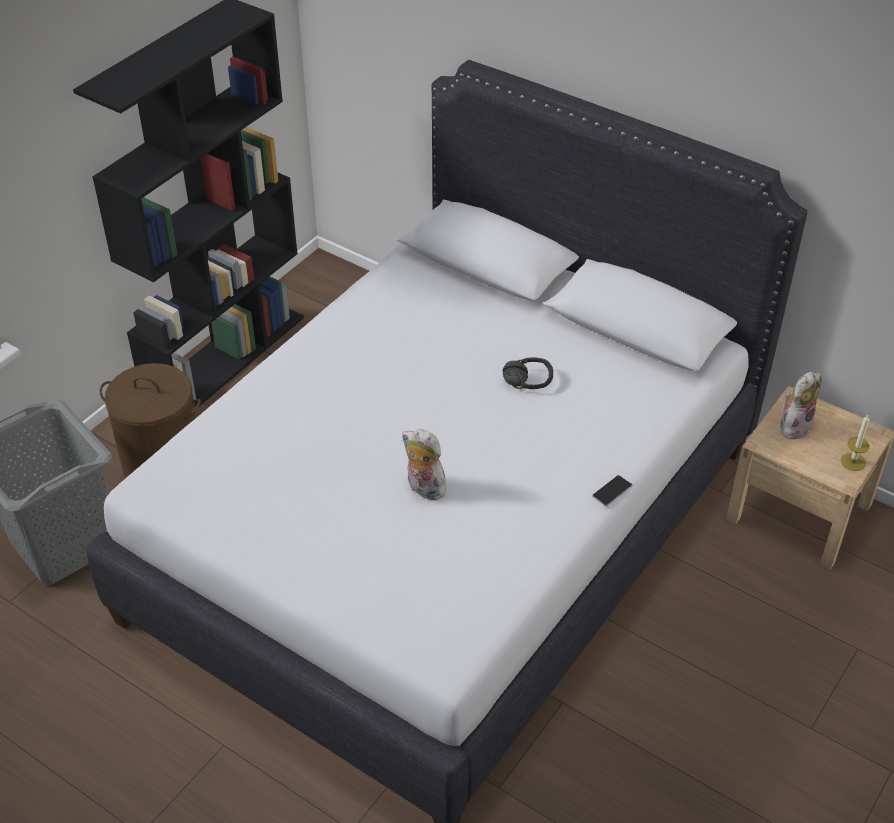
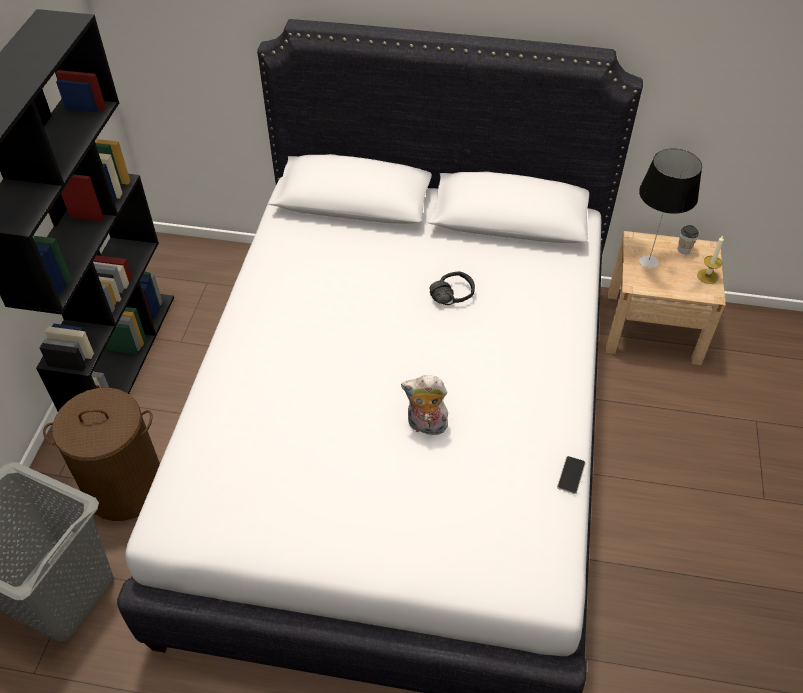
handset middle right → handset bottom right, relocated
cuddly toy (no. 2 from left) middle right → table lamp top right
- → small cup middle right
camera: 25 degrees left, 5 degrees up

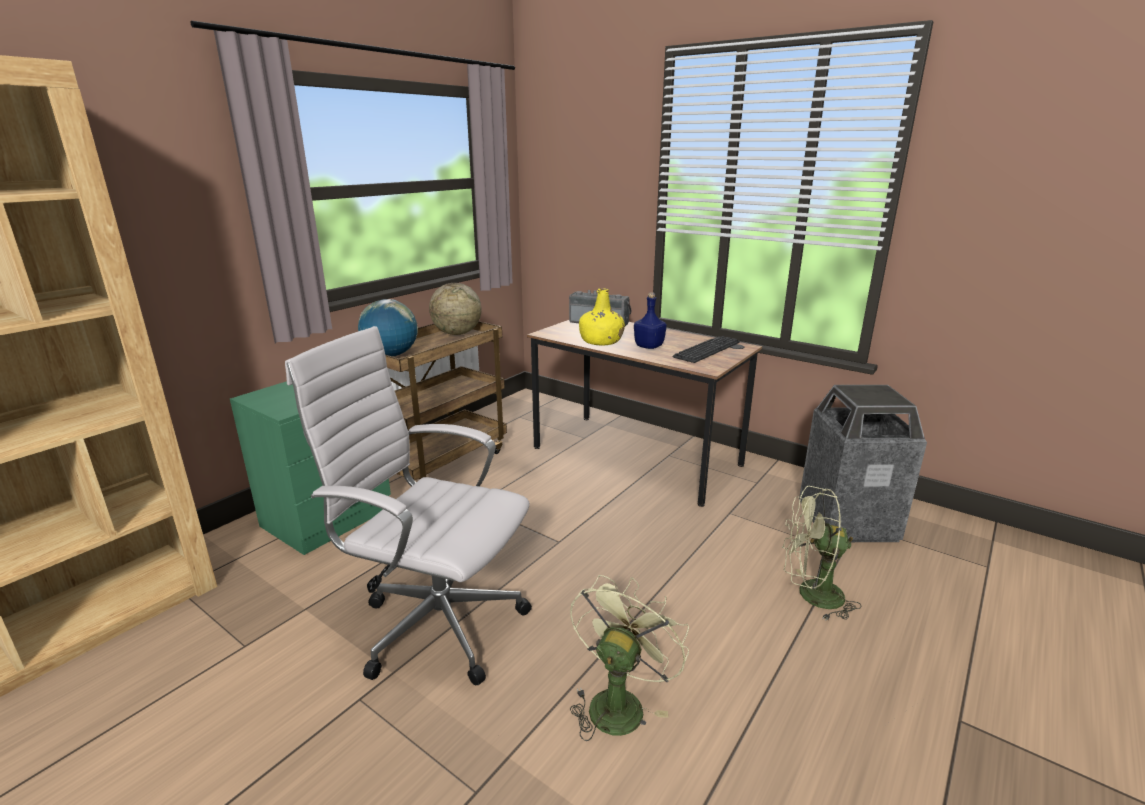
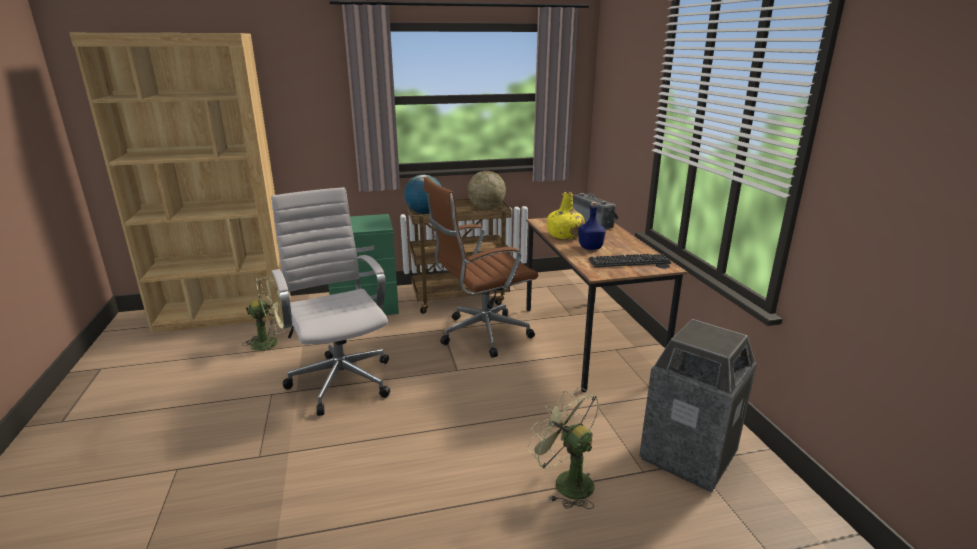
green cooling fan (no. 1 from left) bottom centre → green cooling fan (no. 1 from left) middle left, relocated
- → brownish computer chair centre
camera: 40 degrees right, 0 degrees up

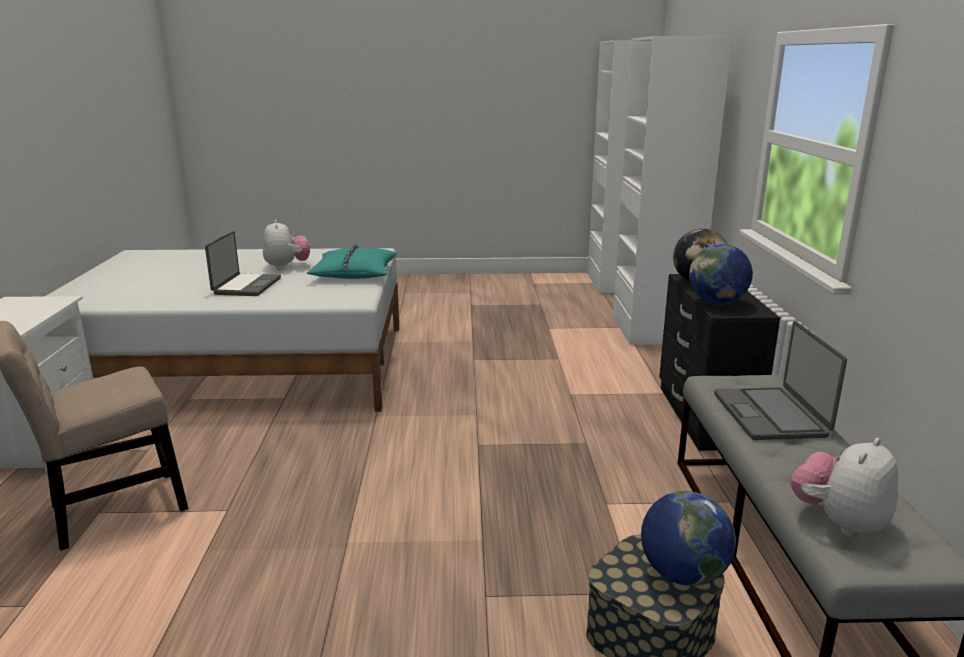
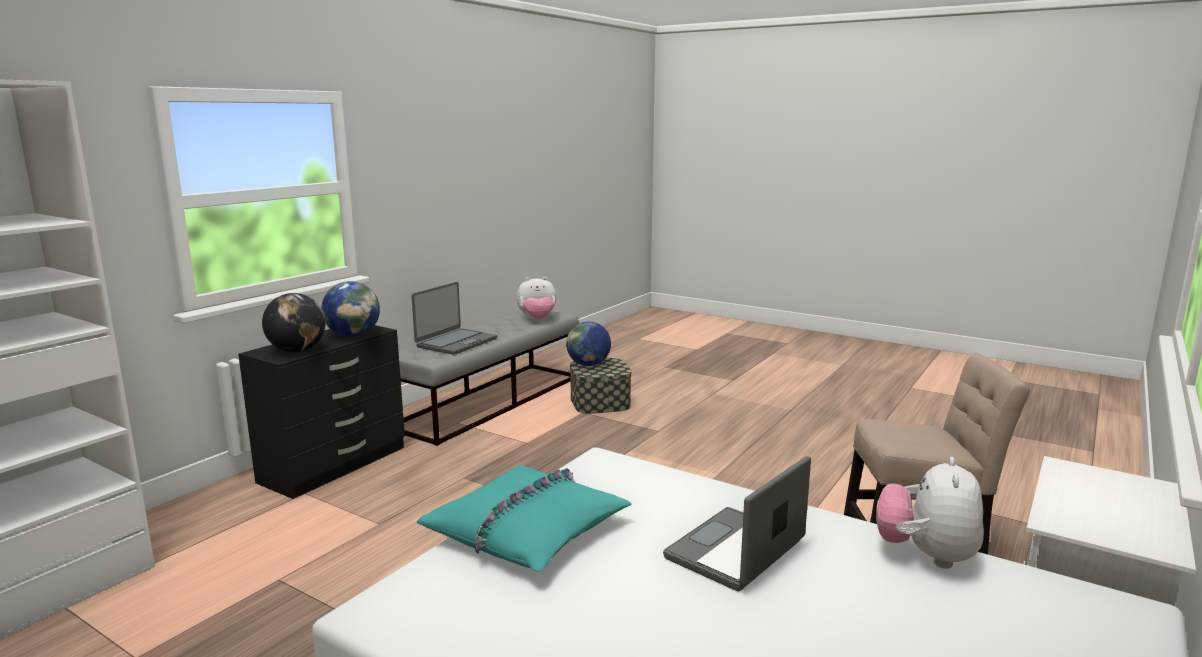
cuddly toy (no. 1 from left in the first image) middle left → cuddly toy (no. 2 from left) bottom right, relocated
camera: 145 degrees left, 5 degrees down

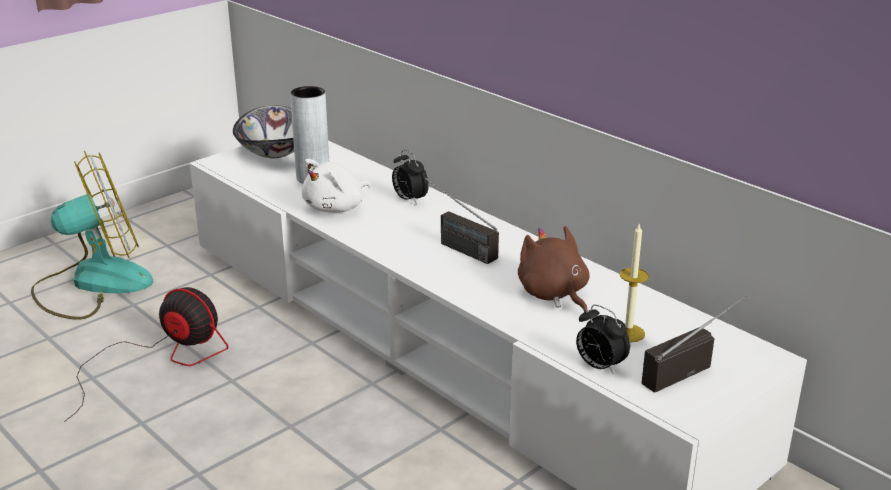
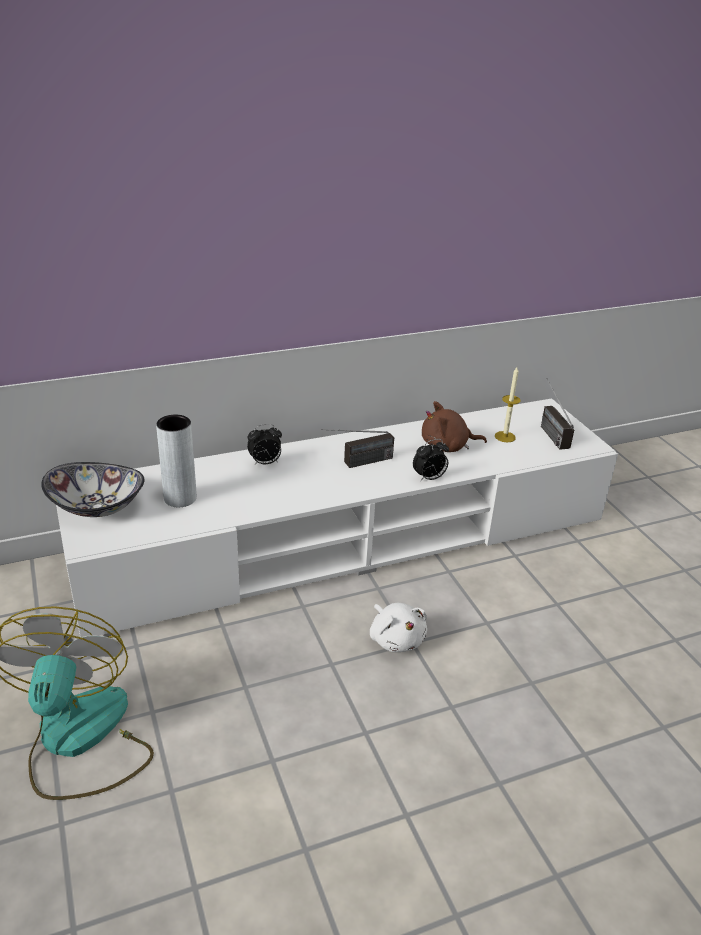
cooling fan (no. 2 from left) bottom left → -
whitish cuddly toy centre → whitish cuddly toy bottom centre, relocated
alarm clock (no. 2 from left) bottom right → alarm clock (no. 2 from left) centre, relocated
camera: 70 degrees left, 5 degrees up

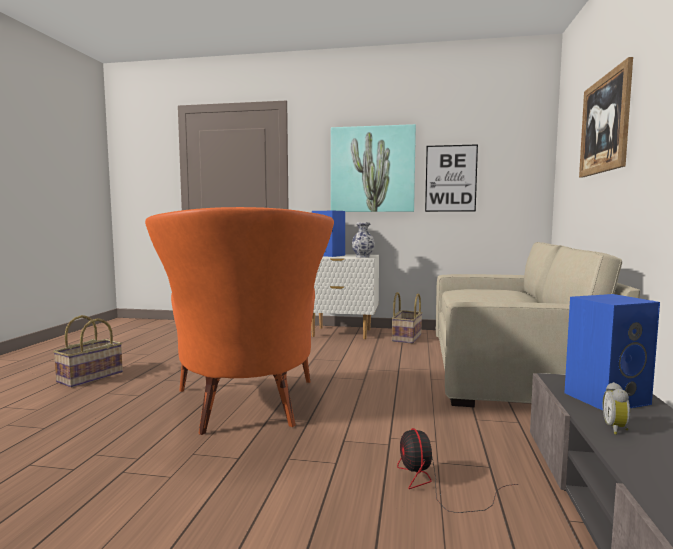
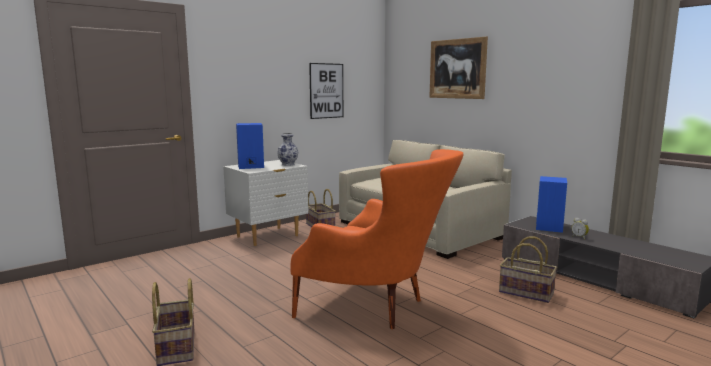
wall art (no. 1 from left) top centre → -
cooling fan bottom right → household basket (no. 3 from left) bottom right
camera: 50 degrees left, 5 degrees up

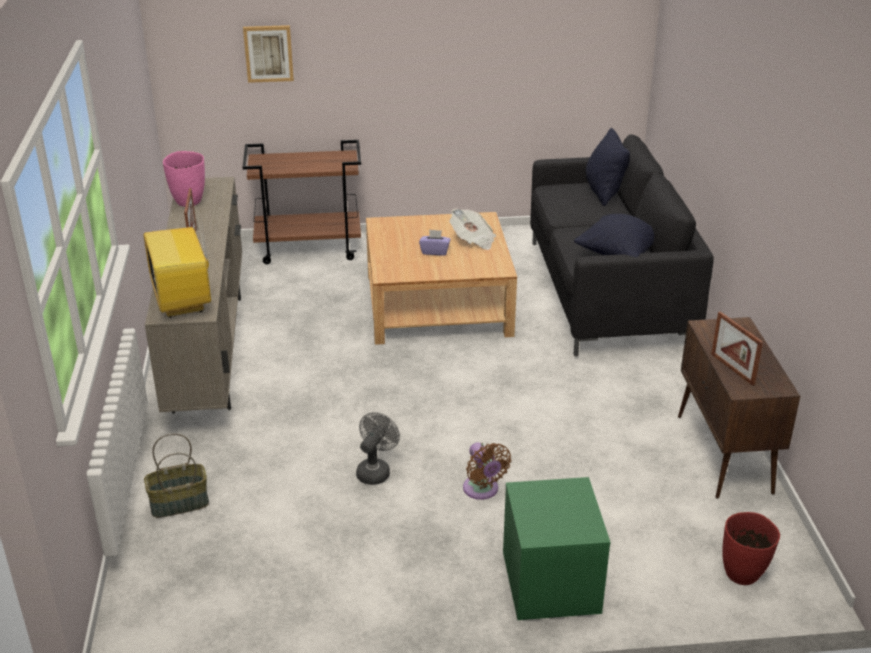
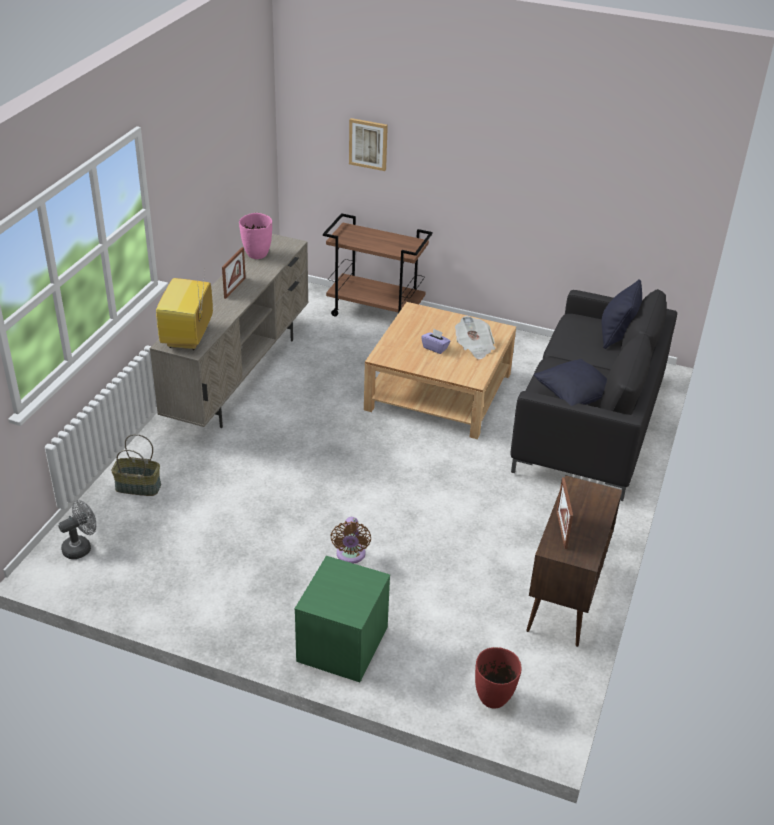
greyish cooling fan bottom centre → greyish cooling fan middle left, relocated
camera: 25 degrees right, 5 degrees up

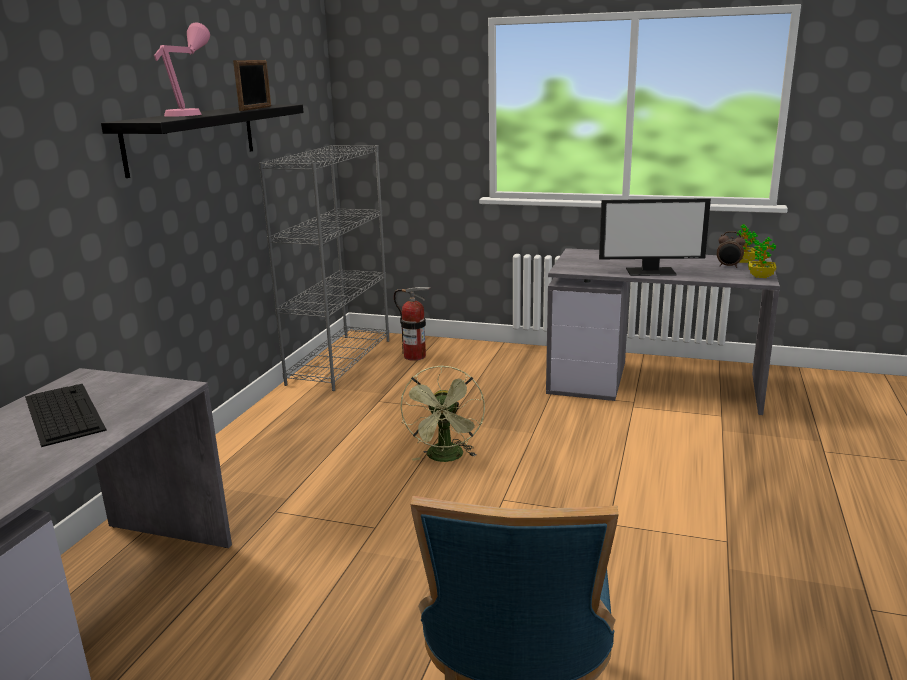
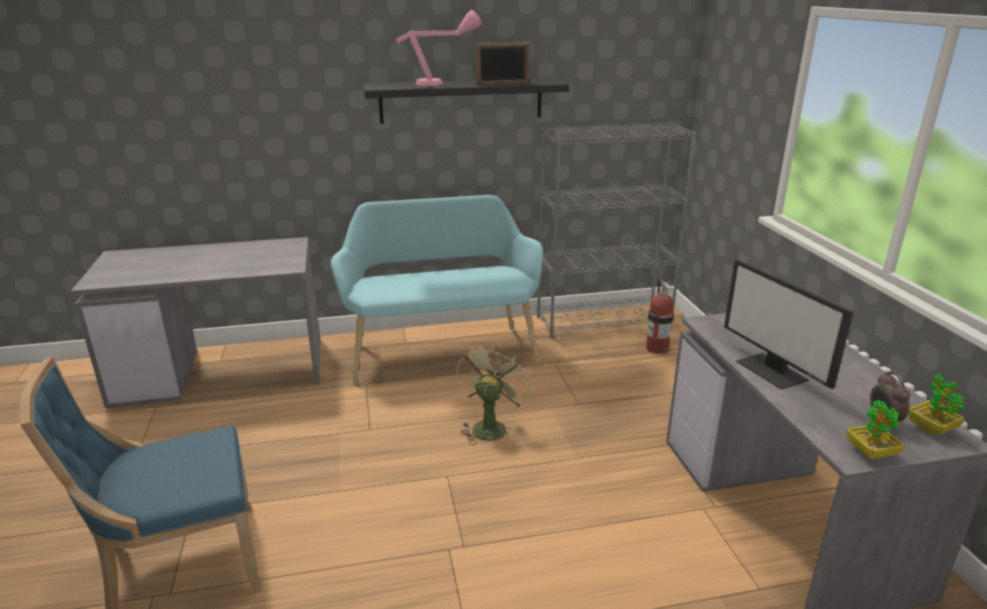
PC keyboard middle left → -
green cooling fan centre, 135 degrees clockwise
- → turquoise long seat centre
camera: 60 degrees right, 5 degrees up

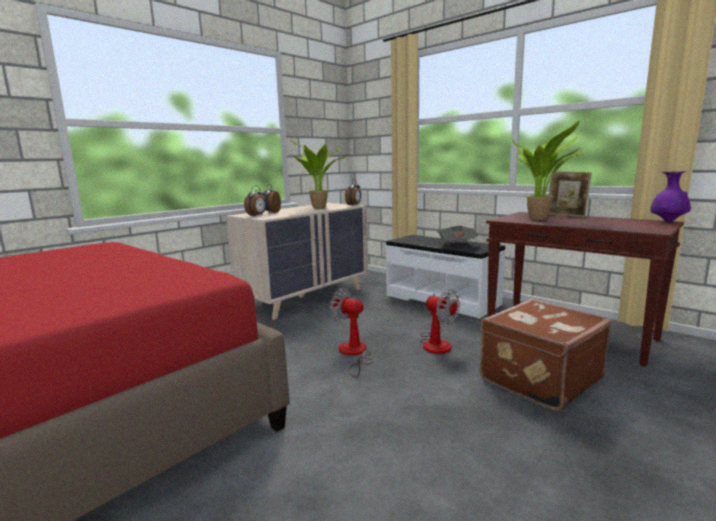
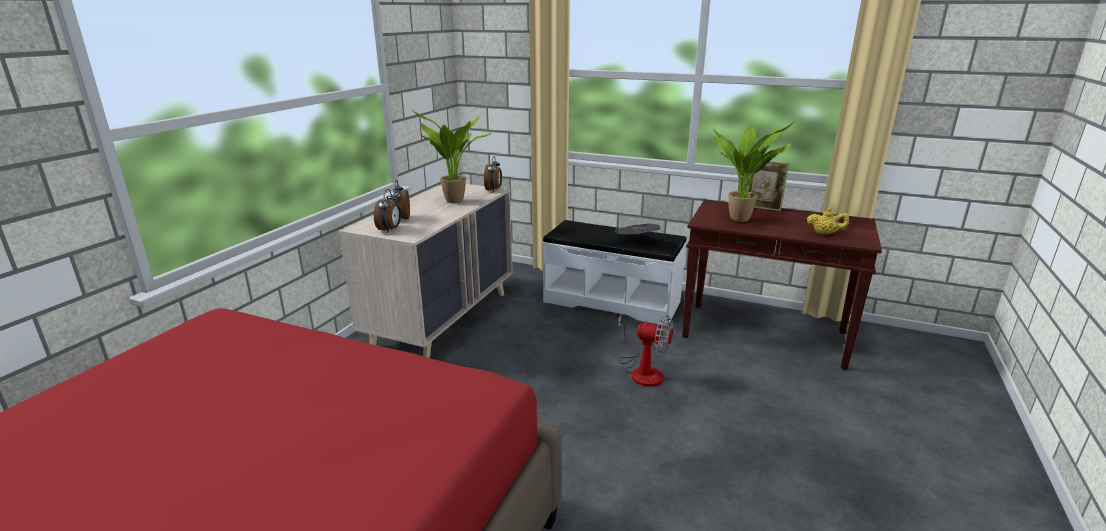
cooling fan (no. 1 from left) centre → -
brownish piece of luggage bottom right → -
purple flower vase middle right → -
- → yellow-coloured pot for tea middle right
camera: 20 degrees left, 10 degrees up

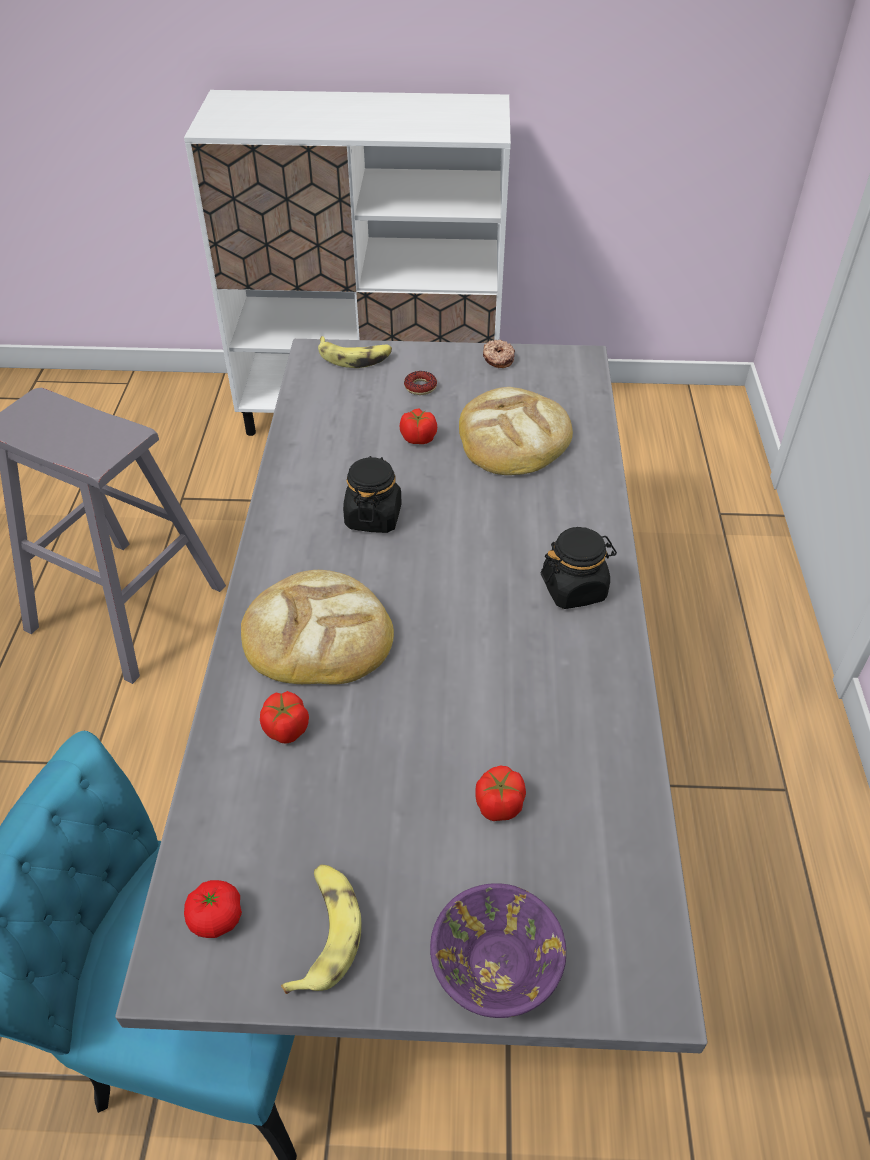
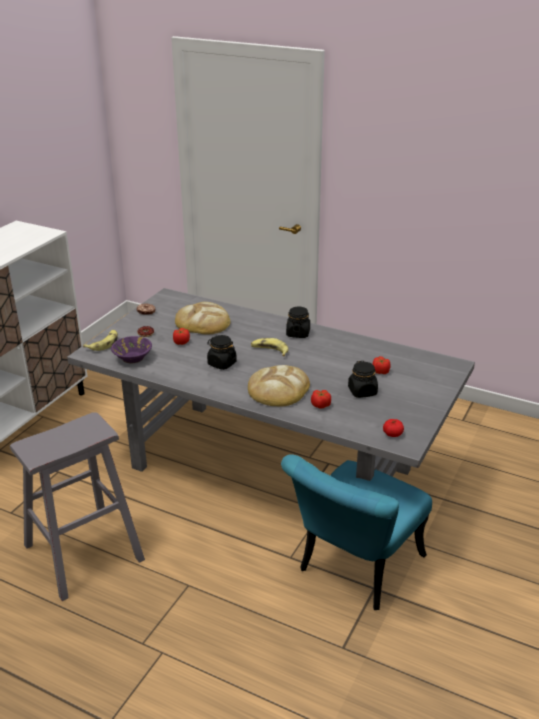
banana fruit (no. 1 from left in the first image) bottom centre → banana fruit (no. 2 from left) centre, relocated
purple bowl bottom centre → purple bowl middle left, relocated
- → black-coloured storage jar (no. 3 from left) middle right
camera: 65 degrees left, 15 degrees down

